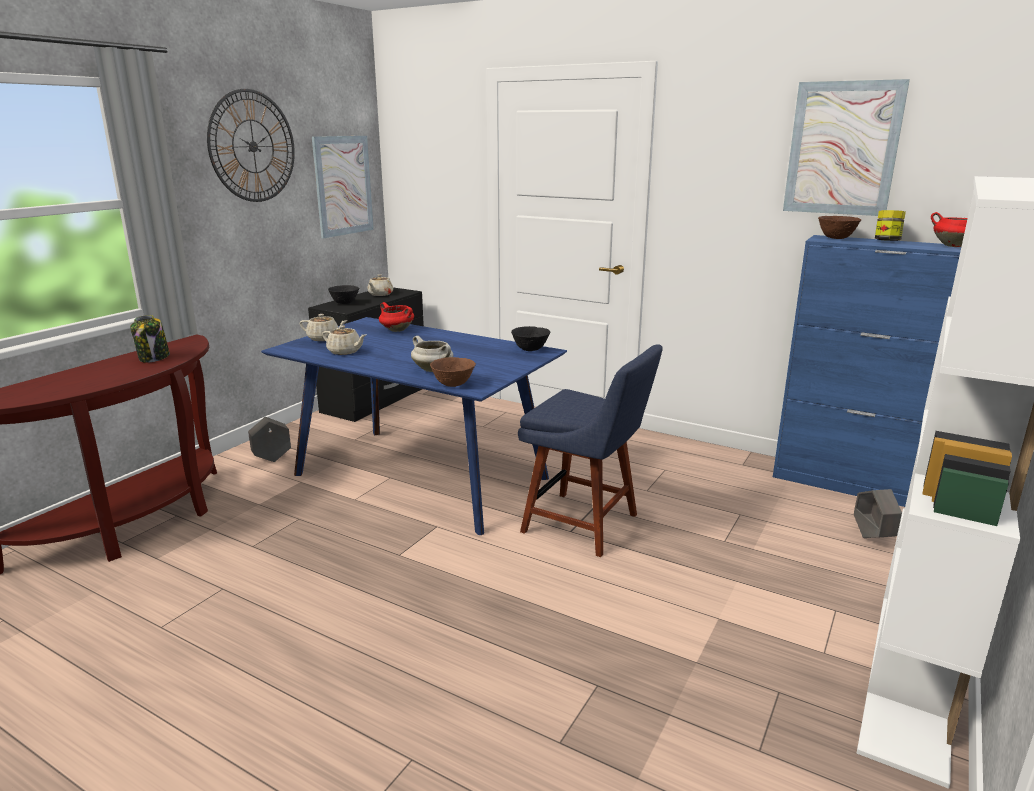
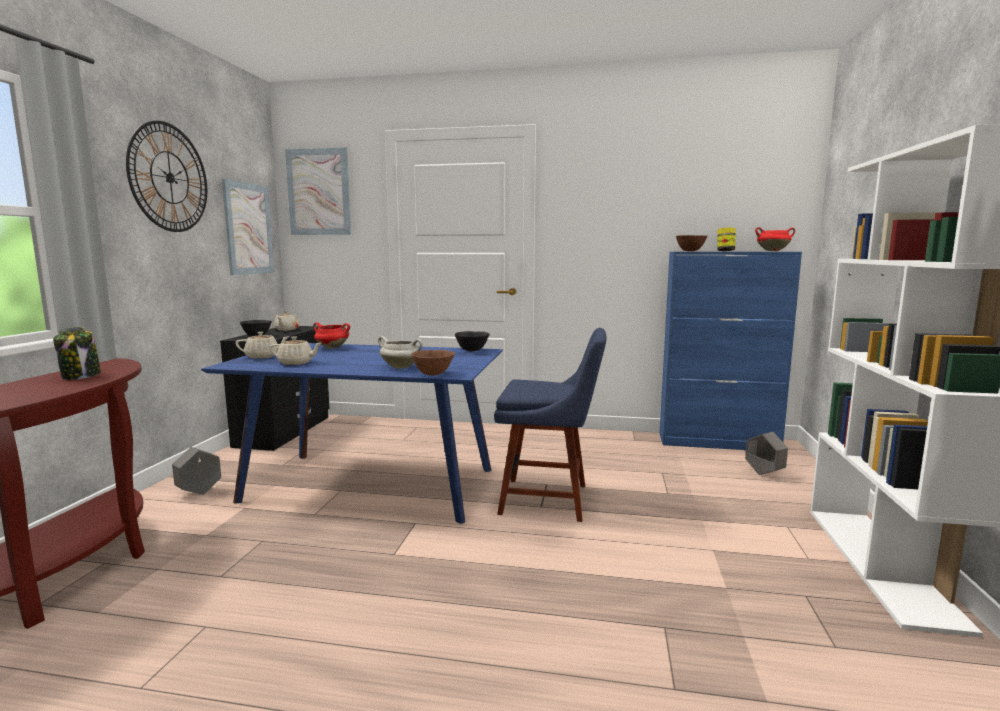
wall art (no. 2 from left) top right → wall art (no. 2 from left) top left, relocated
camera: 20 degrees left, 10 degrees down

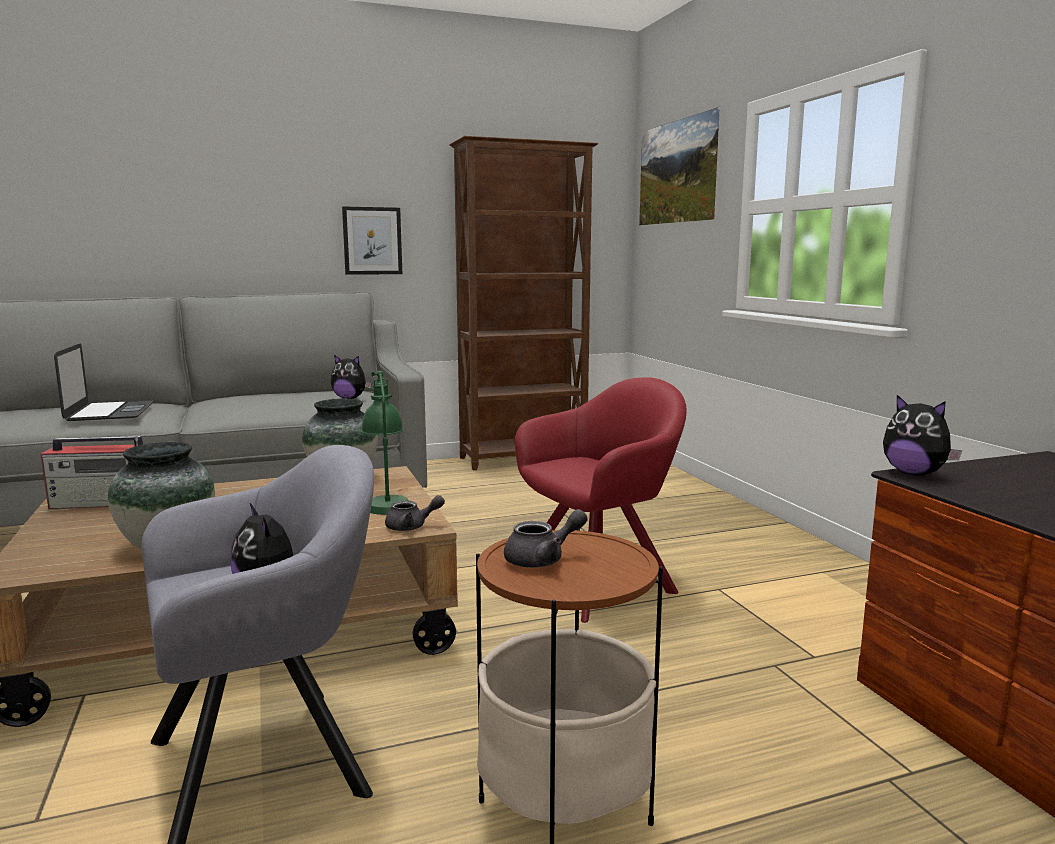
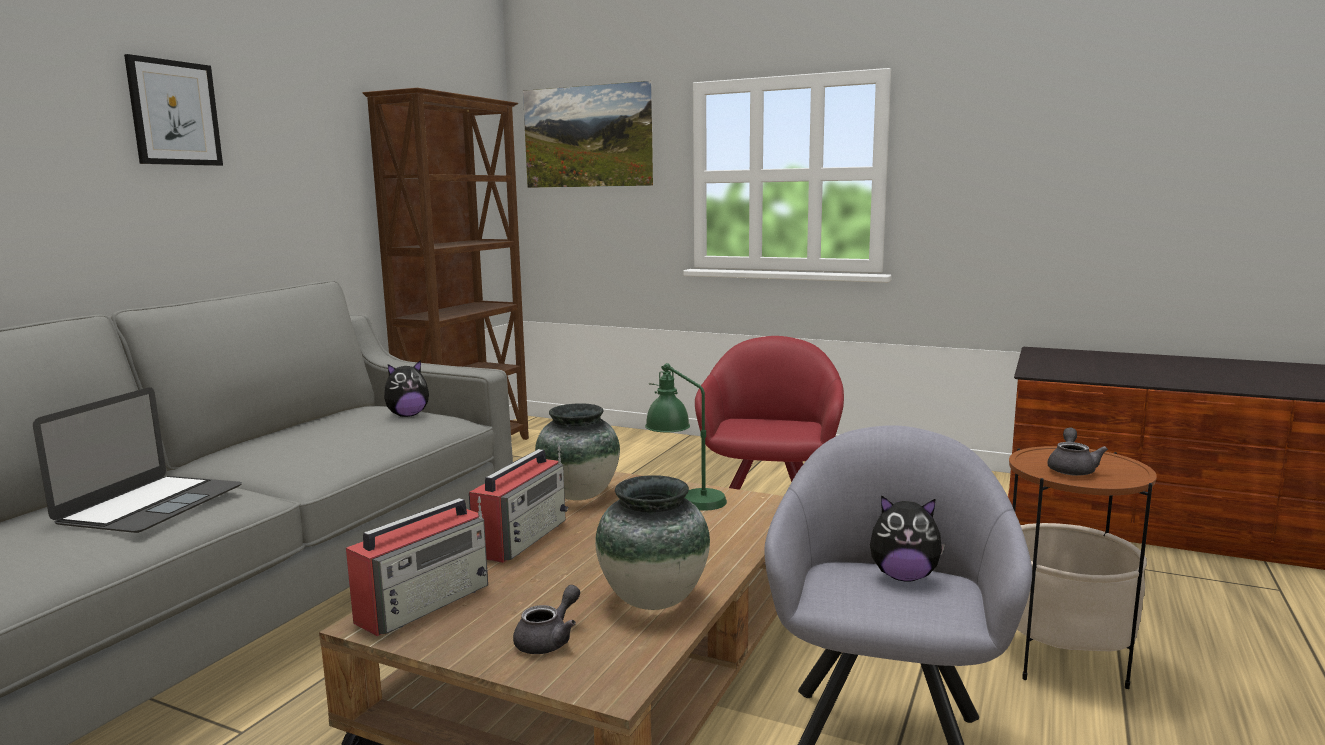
laptop middle left, 75 degrees clockwise
wall art (no. 1 from left) top centre → wall art (no. 1 from left) top left, relocated
greyish pot for tea (no. 1 from left) centre → greyish pot for tea (no. 1 from left) bottom centre, relocated
cuddly toy (no. 3 from left) middle right → -
- → radio set (no. 2 from left) bottom centre
camera: 45 degrees left, 0 degrees up

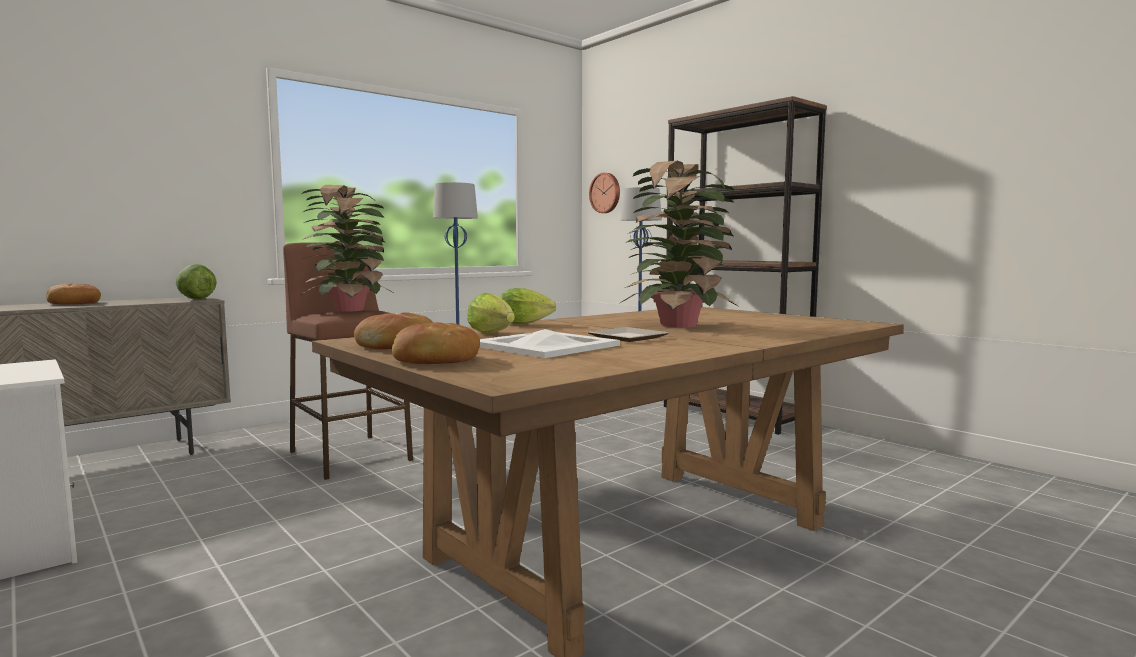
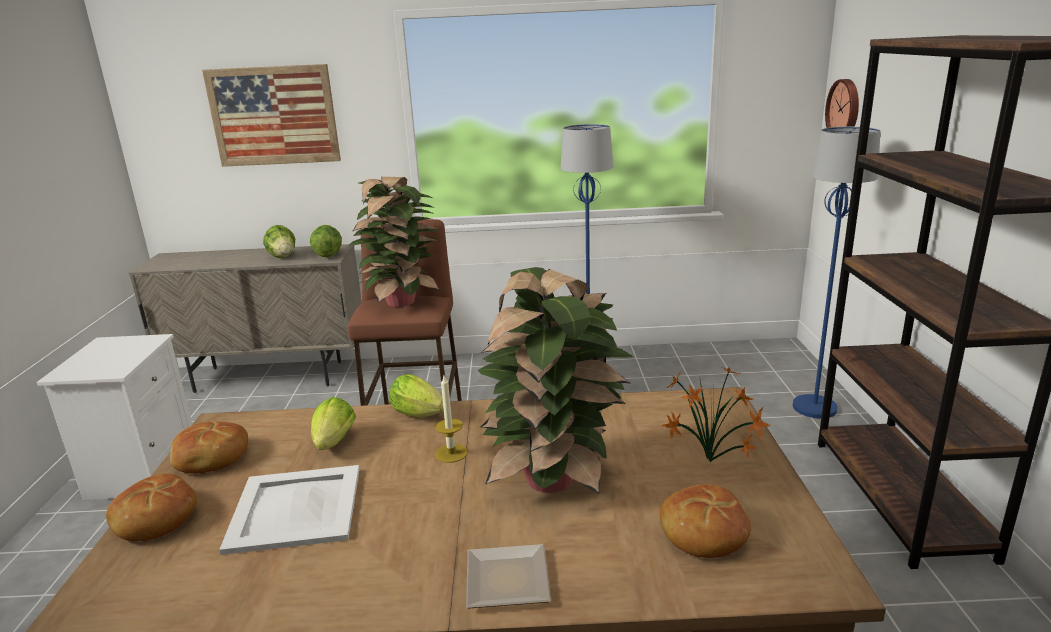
bread (no. 1 from left in the first image) middle left → bread (no. 3 from left) bottom right, relocated
dinner plate centre → dinner plate bottom centre, relocated
- → wall art top left
- → lettuce head (no. 1 from left) middle left
- → candle centre
- → plant in a pot (no. 3 from left) middle right
camera: 40 degrees right, 15 degrees up

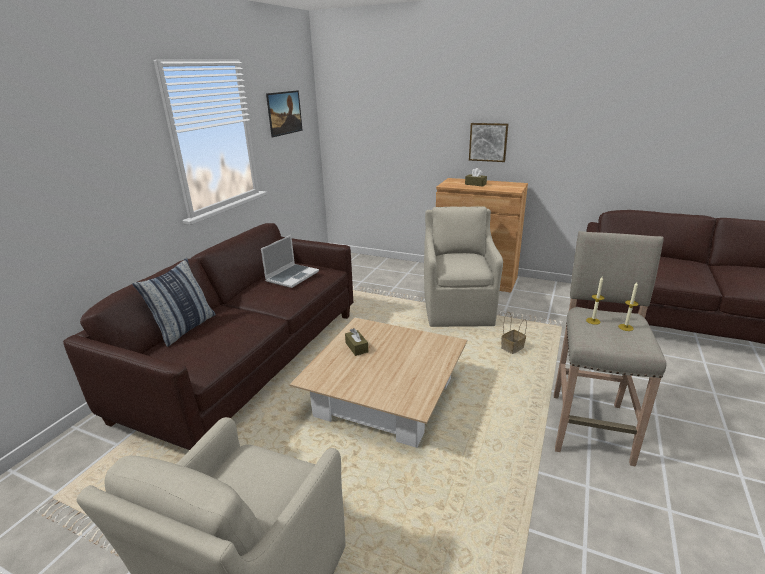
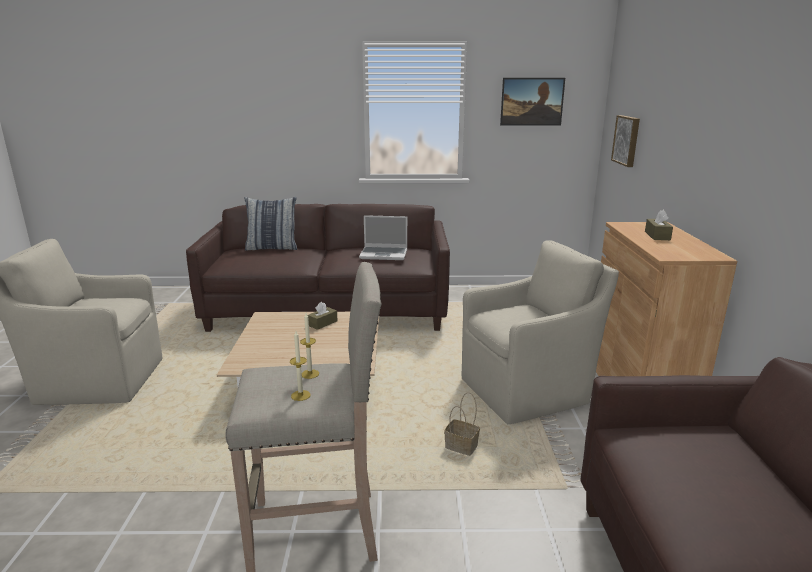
wall art (no. 2 from left) top centre → wall art (no. 2 from left) top right, relocated
camera: 65 degrees right, 5 degrees down

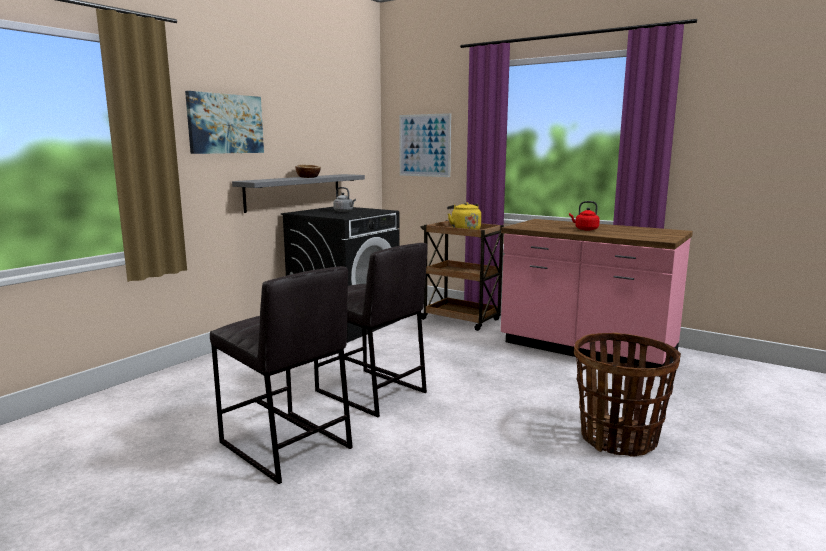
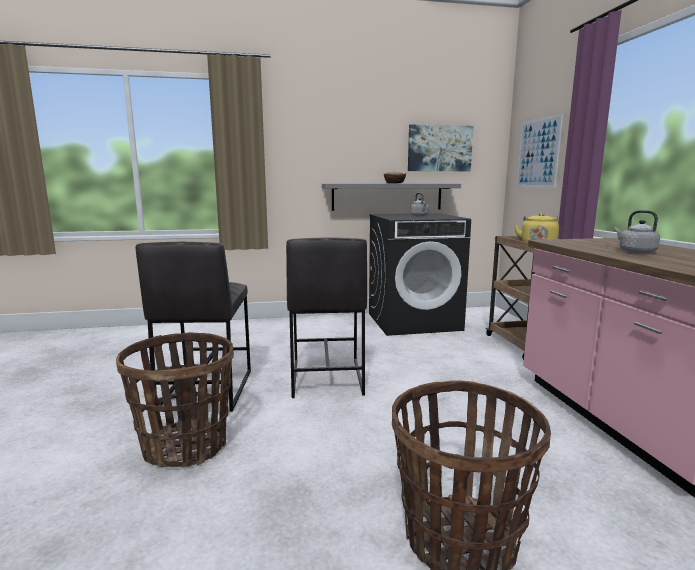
wall art (no. 1 from left) top left → wall art (no. 1 from left) top centre, relocated
red-coloured tea kettle middle right → greyish tea kettle (no. 2 from left) middle right
- → household basket (no. 1 from left) bottom left
camera: 45 degrees right, 0 degrees up

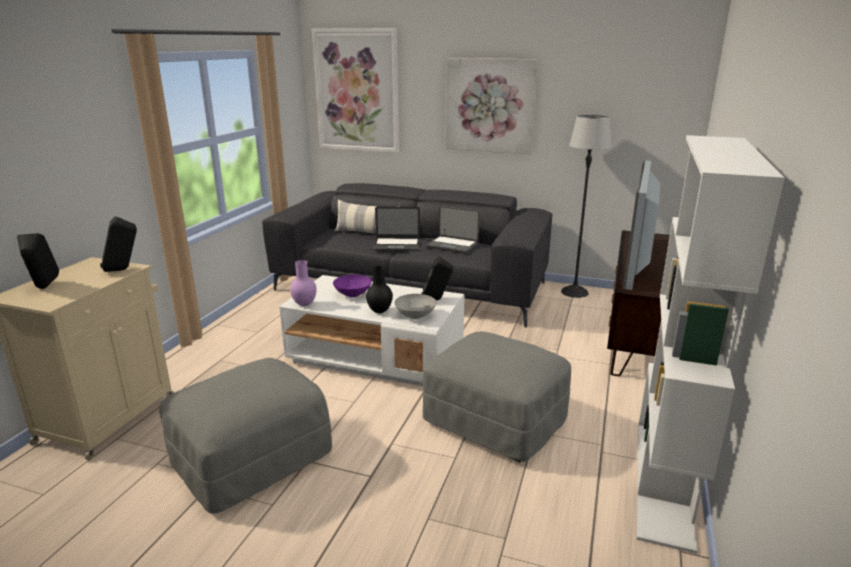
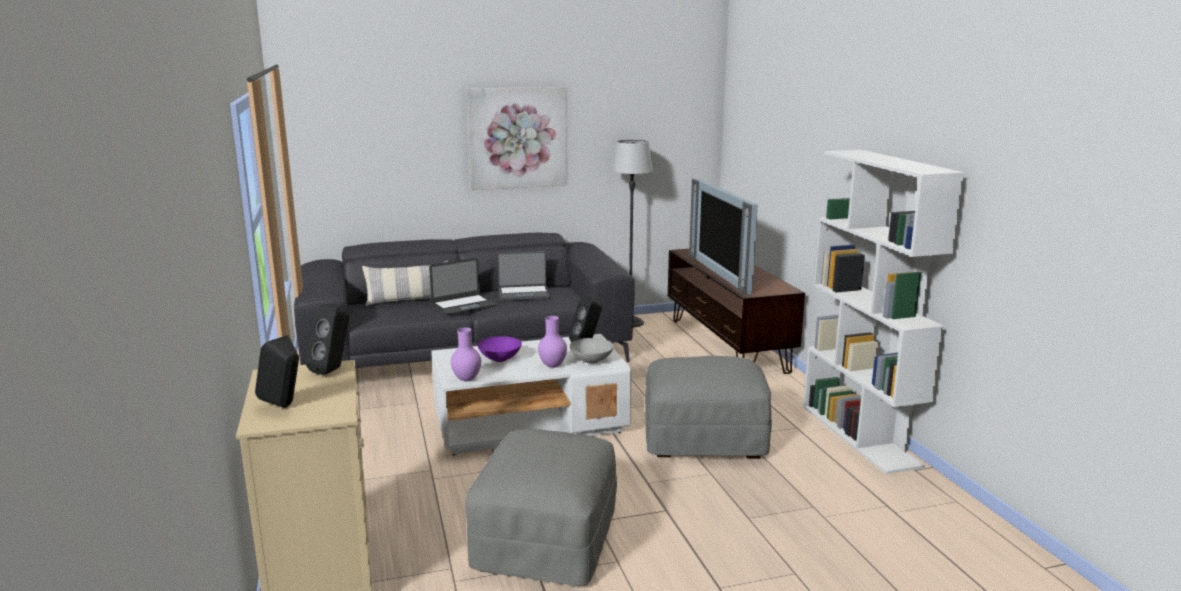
wall art (no. 1 from left) top centre → -
black-coloured flower vase centre → purple flower vase (no. 2 from left) centre
camera: 35 degrees left, 5 degrees down

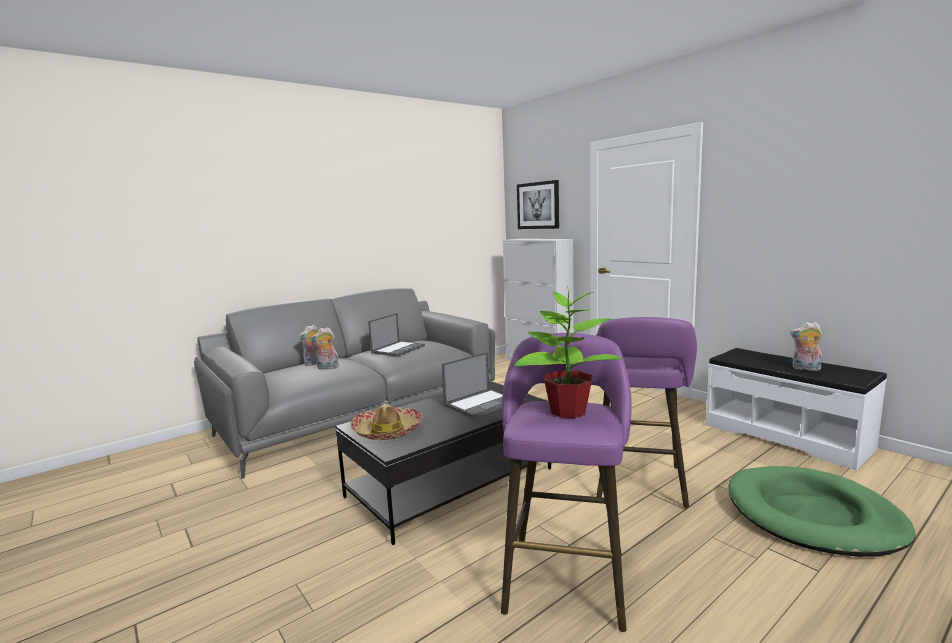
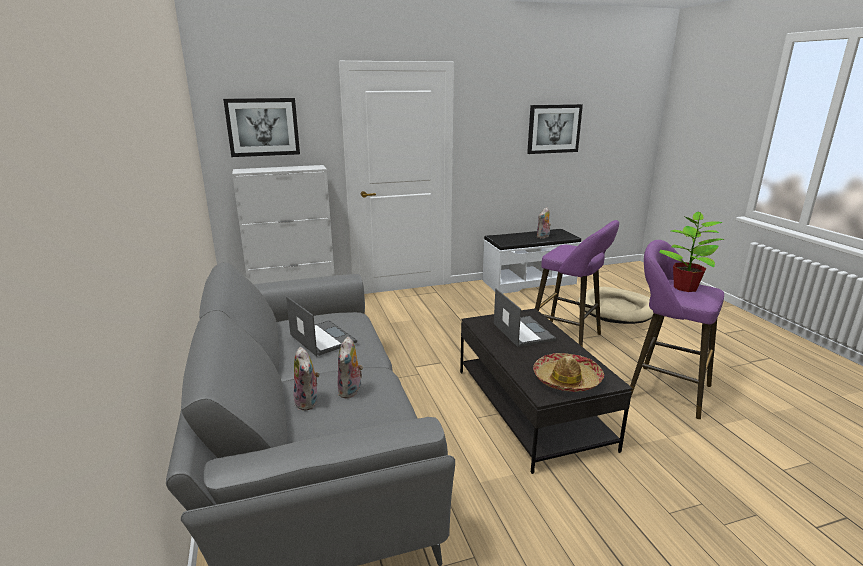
green dog cushion bottom right → sand-coloured dog cushion middle right
- → wall art (no. 2 from left) top centre
camera: 70 degrees left, 10 degrees up

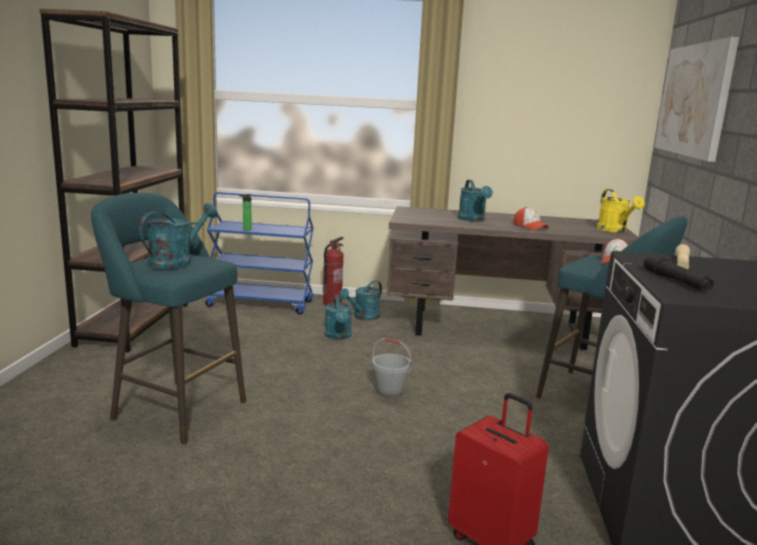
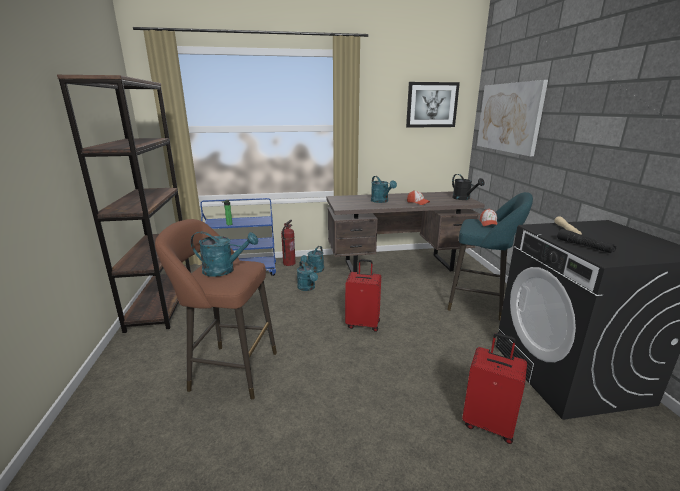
turquoise stool seat (no. 1 from left) middle left → brownish stool seat middle left
turquoise sprinkling can (no. 1 from left) middle left, 75 degrees clockwise
greyish pail bottom centre → red-coloured piece of luggage (no. 1 from left) centre
yellow-coloured sprinkling can middle right → black-coloured sprinkling can middle right
- → wall art (no. 1 from left) top centre
camera: 15 degrees left, 5 degrees up

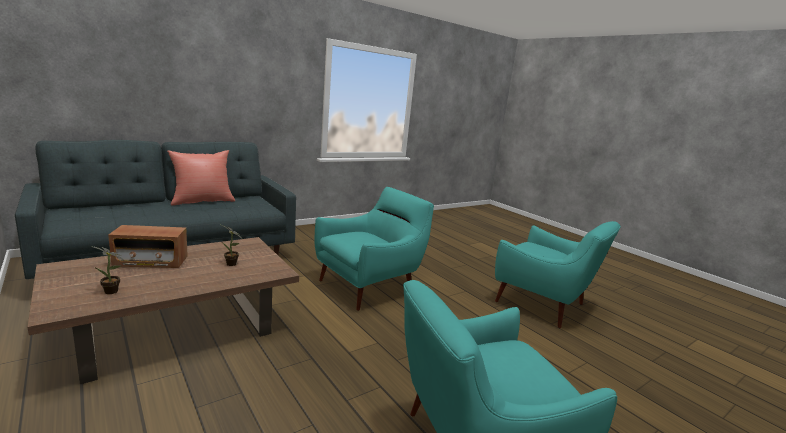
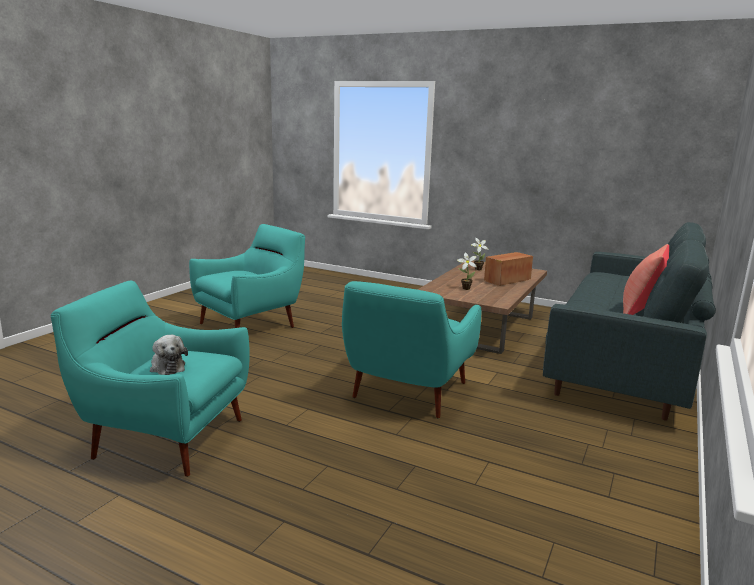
- → cuddly toy middle left
camera: 155 degrees right, 0 degrees up

